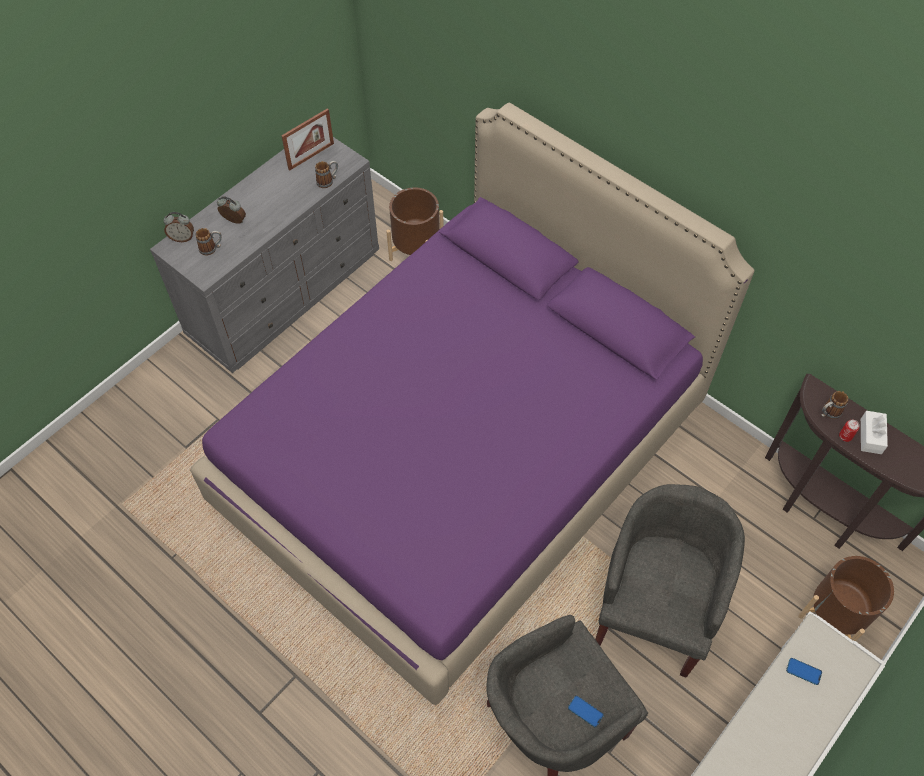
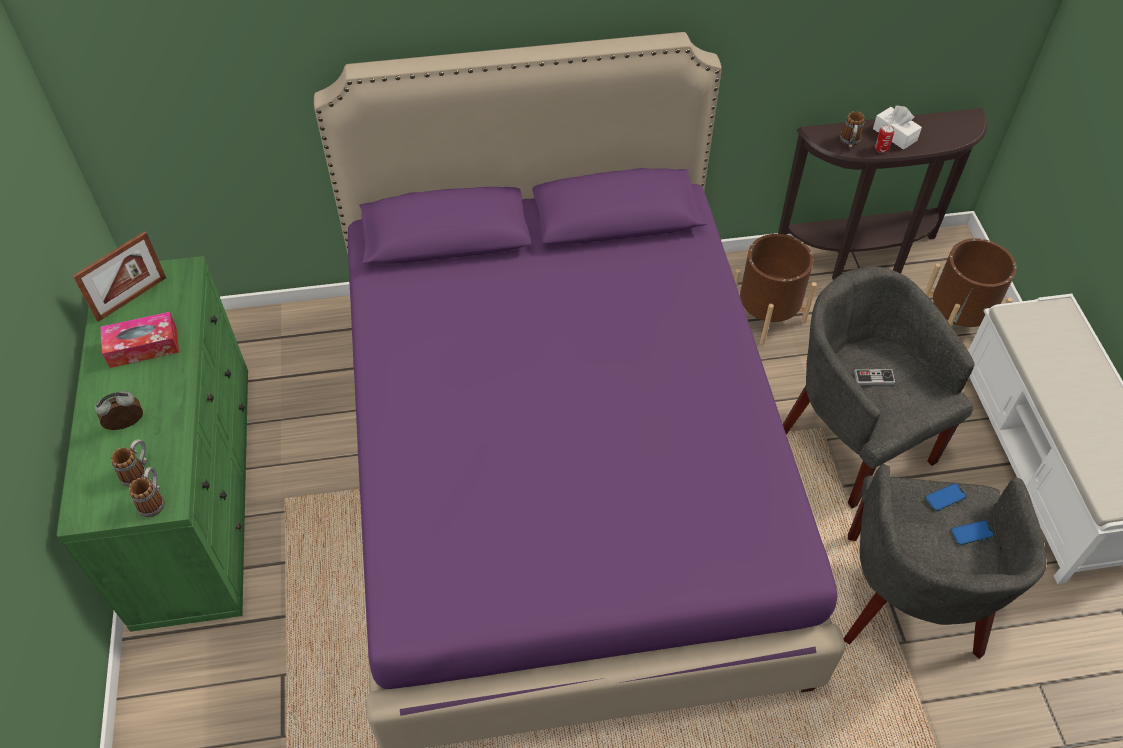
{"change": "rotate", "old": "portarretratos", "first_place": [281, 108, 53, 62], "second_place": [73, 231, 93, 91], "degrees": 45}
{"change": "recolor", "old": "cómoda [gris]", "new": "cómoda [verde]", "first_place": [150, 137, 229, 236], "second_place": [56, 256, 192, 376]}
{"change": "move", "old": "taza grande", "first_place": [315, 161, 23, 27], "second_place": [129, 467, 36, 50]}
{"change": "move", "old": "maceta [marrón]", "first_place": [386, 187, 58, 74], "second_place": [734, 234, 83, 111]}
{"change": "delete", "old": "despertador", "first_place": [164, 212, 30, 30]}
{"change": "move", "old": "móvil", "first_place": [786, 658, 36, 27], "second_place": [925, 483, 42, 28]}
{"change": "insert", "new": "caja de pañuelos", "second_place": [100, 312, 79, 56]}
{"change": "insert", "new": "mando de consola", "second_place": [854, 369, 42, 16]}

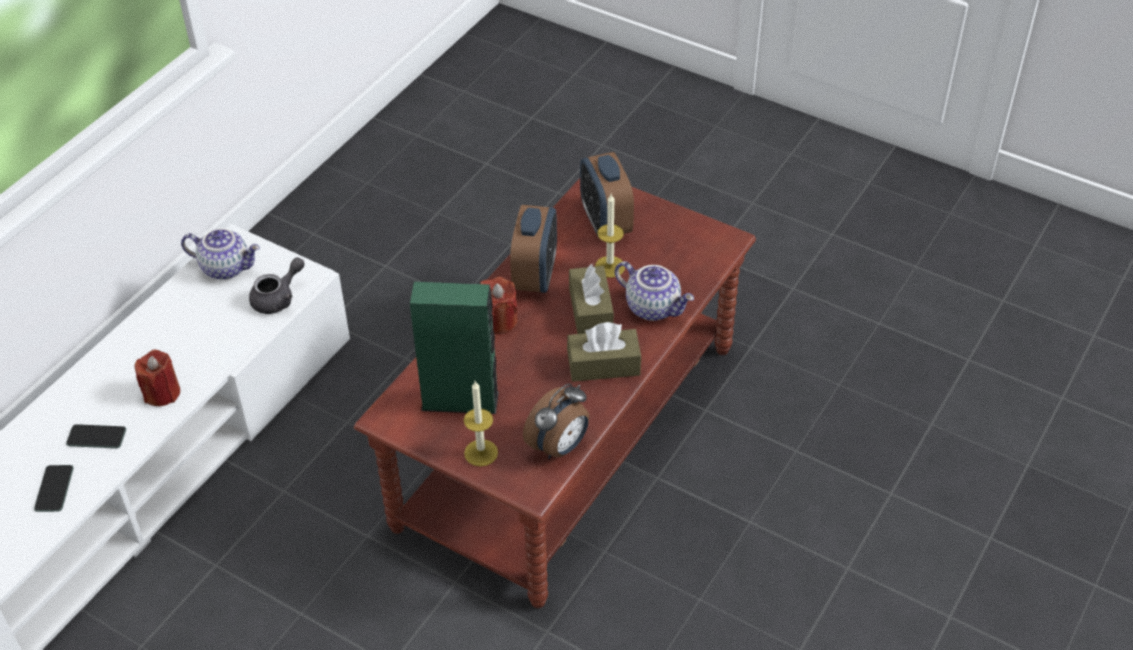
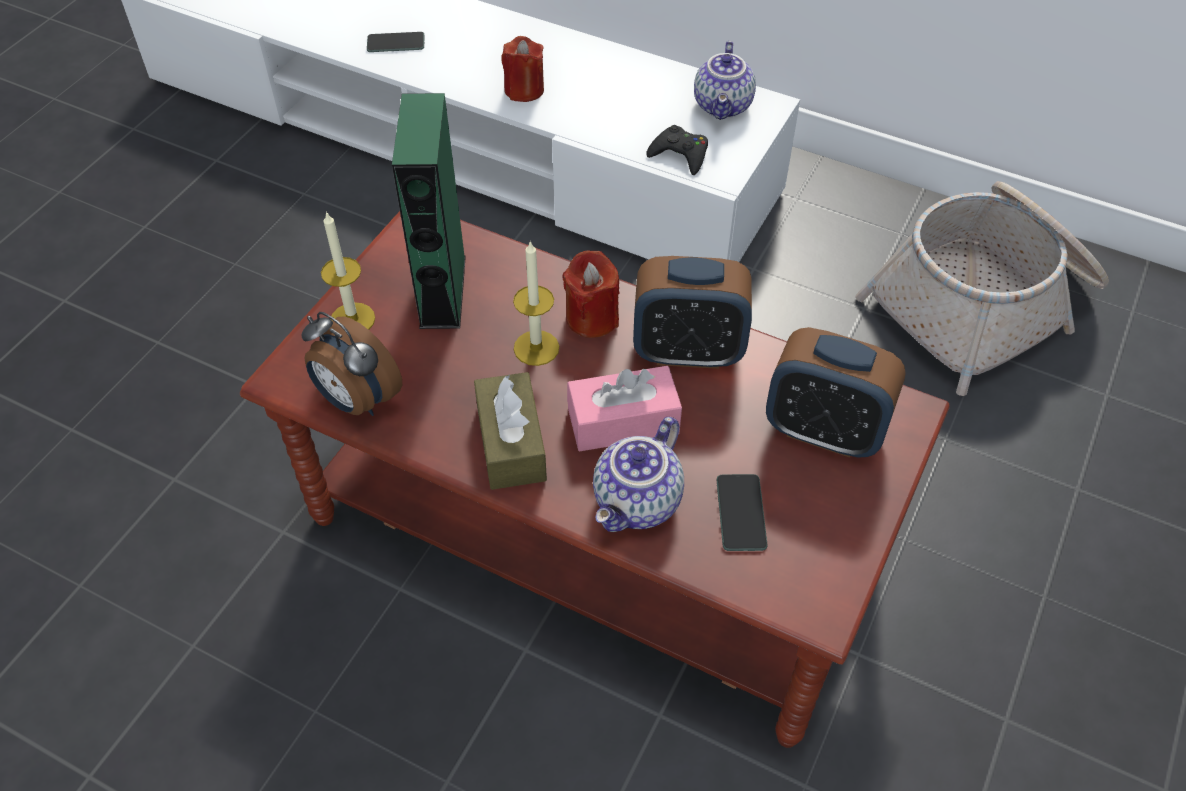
{"change": "rotate", "old": "despertador", "first_place": [580, 152, 54, 84], "second_place": [766, 327, 140, 131], "degrees": -135}
{"change": "move", "old": "vela", "first_place": [595, 194, 30, 84], "second_place": [513, 241, 46, 125]}
{"change": "replace", "old": "tetera [gris]", "new": "mando de consola [negro]", "first_place": [249, 257, 56, 57], "second_place": [647, 125, 61, 50]}
{"change": "recolor", "old": "caja de pañuelos [marrón]", "new": "caja de pañuelos [rosa]", "first_place": [569, 264, 45, 70], "second_place": [567, 366, 115, 85]}
{"change": "move", "old": "móvil", "first_place": [66, 424, 60, 24], "second_place": [717, 474, 50, 77]}
{"change": "insert", "new": "cesta", "second_place": [855, 181, 254, 215]}

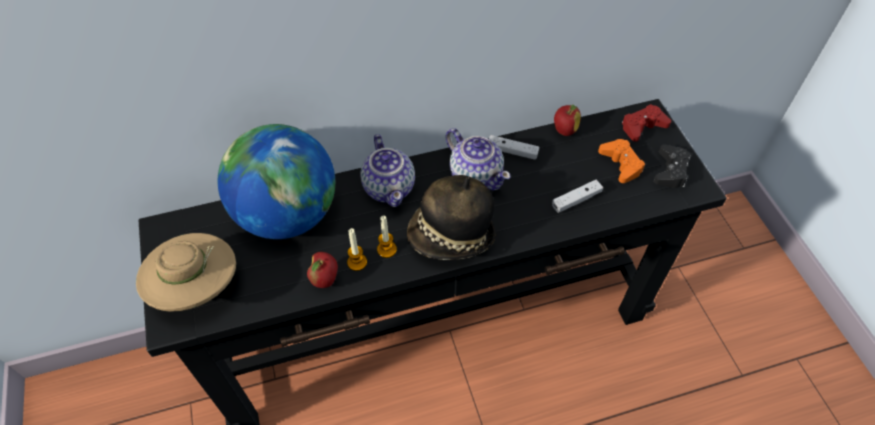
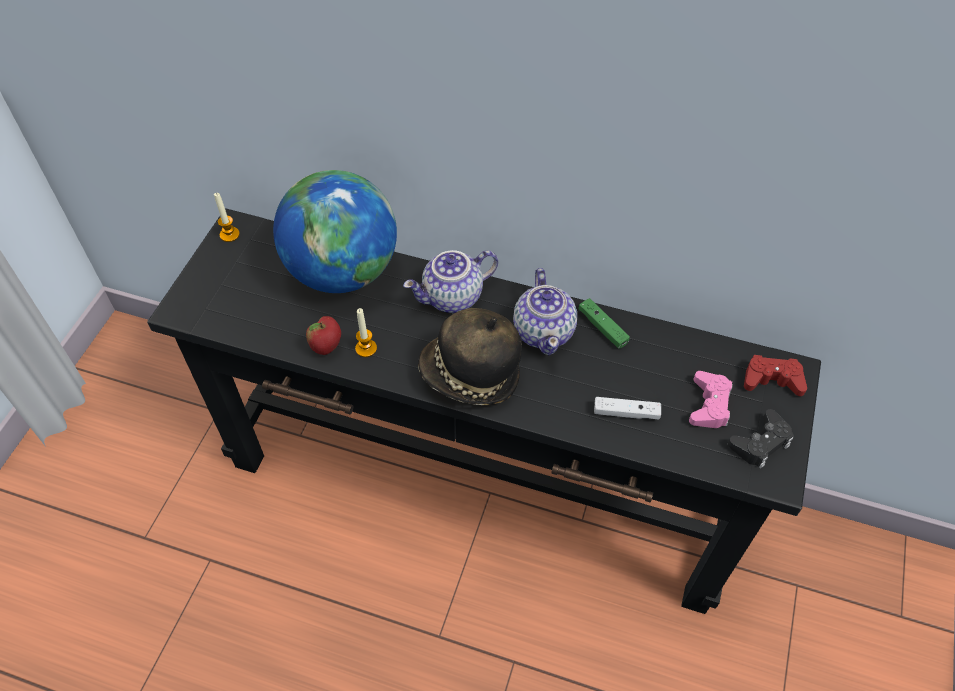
{"change": "delete", "old": "manzana", "first_place": [554, 105, 27, 31]}
{"change": "rotate", "old": "tetera", "first_place": [360, 134, 55, 73], "second_place": [403, 250, 95, 63], "degrees": 45}
{"change": "recolor", "old": "mando de consola [blanco]", "new": "mando de consola [verde]", "first_place": [489, 135, 50, 25], "second_place": [578, 298, 52, 51]}
{"change": "recolor", "old": "mando de consola [naranja]", "new": "mando de consola [rosa]", "first_place": [598, 139, 47, 44], "second_place": [689, 371, 44, 57]}
{"change": "move", "old": "vela", "first_place": [377, 216, 20, 42], "second_place": [214, 193, 26, 49]}
{"change": "delete", "old": "sombrero [beis]", "first_place": [136, 233, 100, 79]}

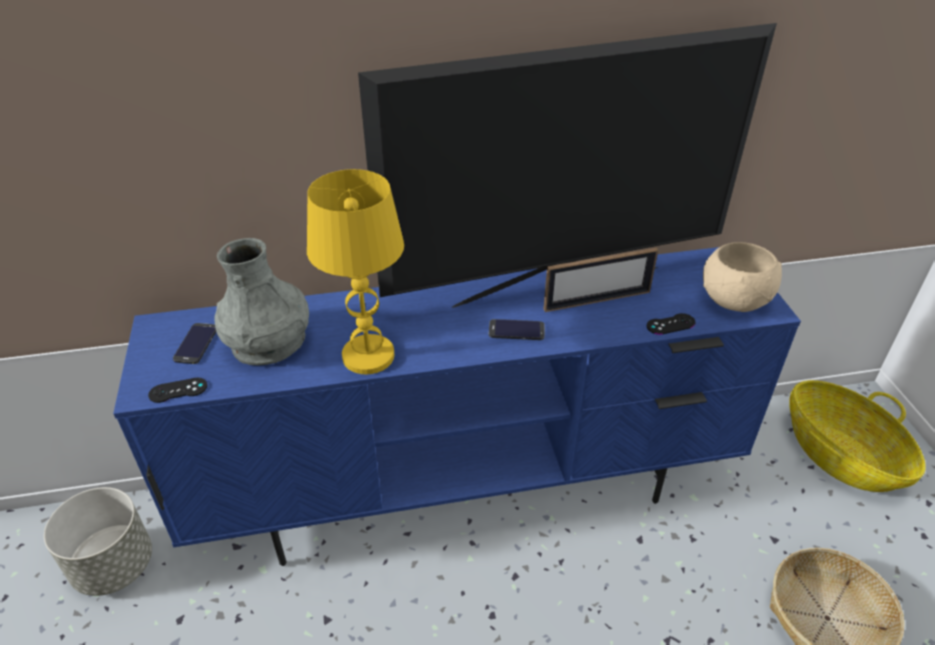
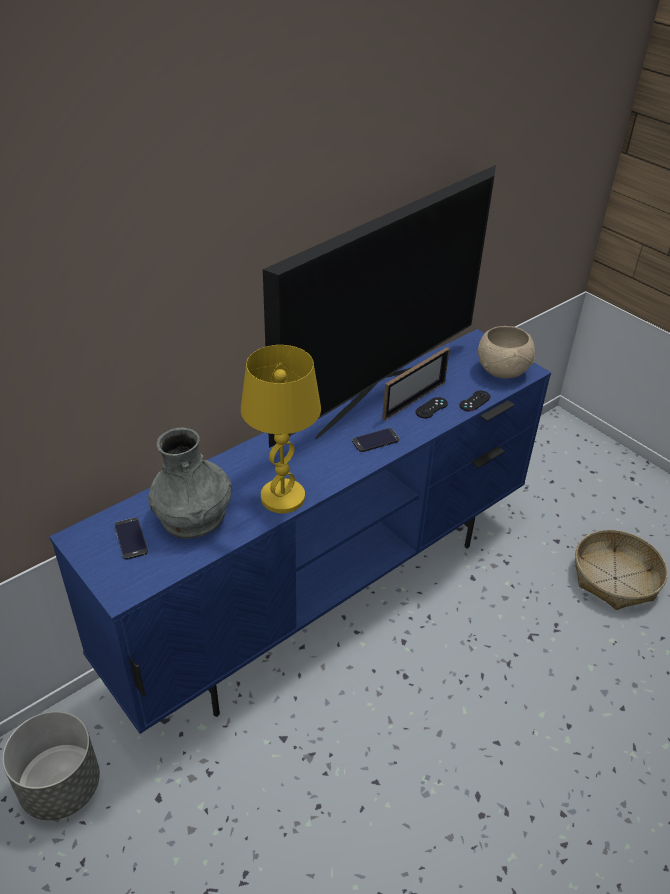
{"change": "move", "old": "mando de consola [negro]", "first_place": [148, 378, 59, 25], "second_place": [415, 397, 33, 21]}
{"change": "delete", "old": "cesta", "first_place": [789, 380, 137, 112]}

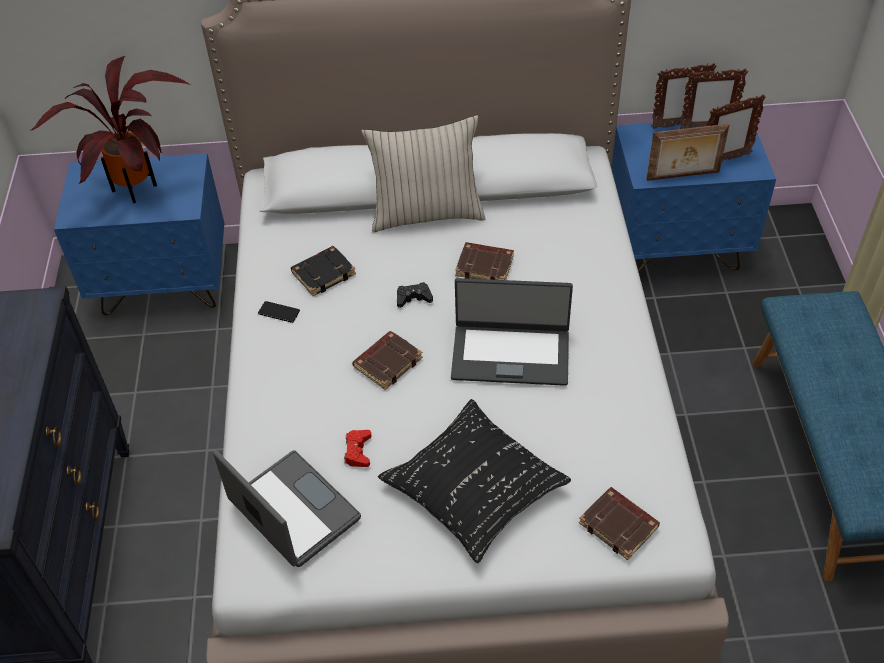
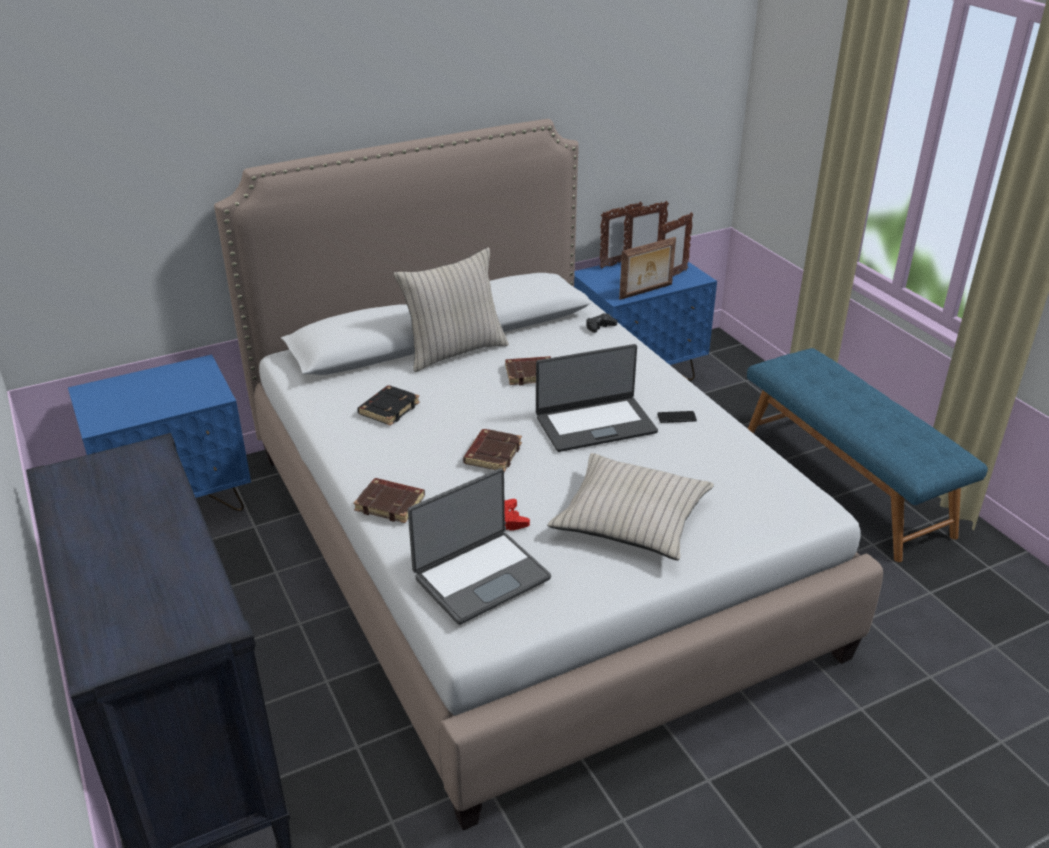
{"change": "delete", "old": "planta en maceta", "first_place": [30, 56, 160, 147]}
{"change": "move", "old": "mando de consola [negro]", "first_place": [397, 282, 36, 26], "second_place": [586, 313, 31, 20]}
{"change": "move", "old": "móvil", "first_place": [258, 301, 42, 22], "second_place": [657, 411, 40, 12]}
{"change": "recolor", "old": "cojín [negro]", "new": "cojín [beis]", "first_place": [378, 399, 193, 164], "second_place": [547, 453, 167, 107]}
{"change": "rotate", "old": "portátil", "first_place": [213, 450, 148, 117], "second_place": [408, 468, 143, 157], "degrees": 120}
{"change": "move", "old": "libro [marrón]", "first_place": [579, 487, 81, 73], "second_place": [353, 478, 72, 45]}

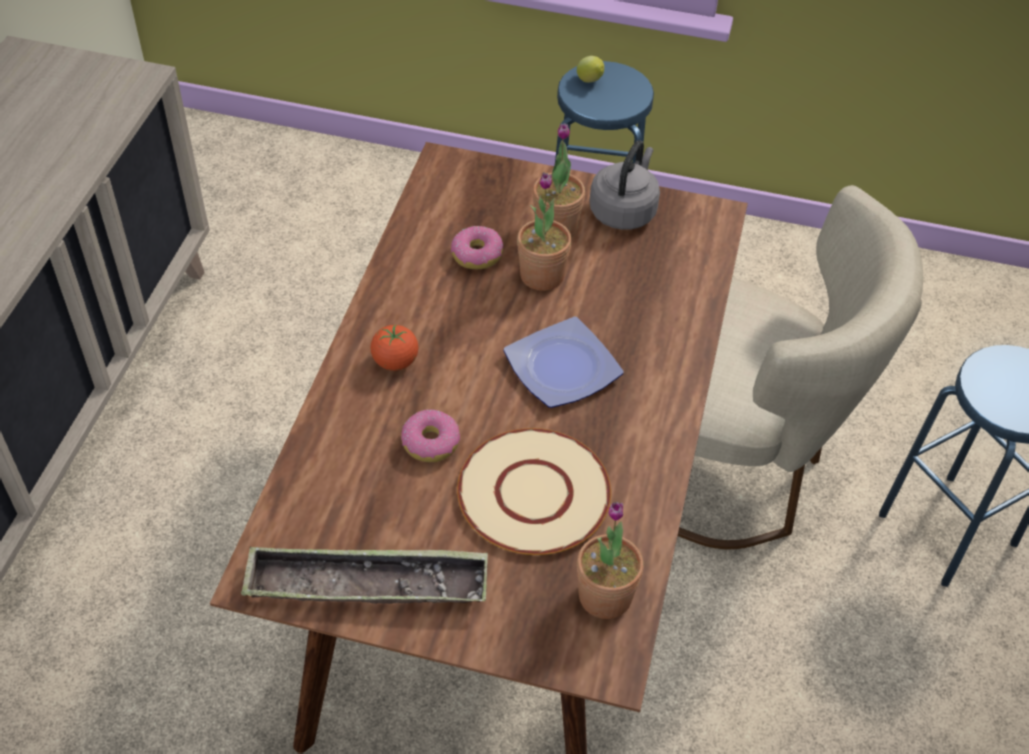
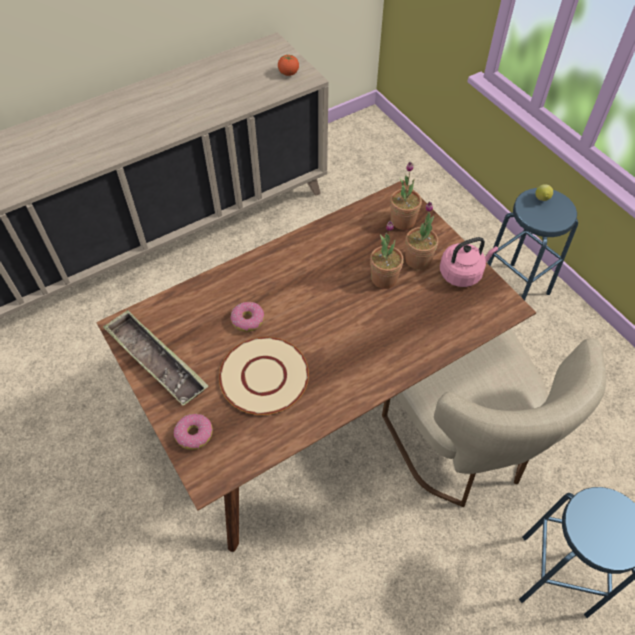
{"change": "recolor", "old": "hervidor [gris]", "new": "hervidor [rosa]", "first_place": [589, 140, 71, 90], "second_place": [440, 237, 58, 50]}
{"change": "move", "old": "rosquilla", "first_place": [451, 226, 52, 43], "second_place": [174, 414, 39, 36]}
{"change": "delete", "old": "plato", "first_place": [503, 316, 121, 92]}
{"change": "move", "old": "tomate", "first_place": [371, 325, 47, 46], "second_place": [278, 55, 21, 21]}
{"change": "move", "old": "planta en maceta", "first_place": [577, 502, 67, 117], "second_place": [390, 162, 32, 68]}

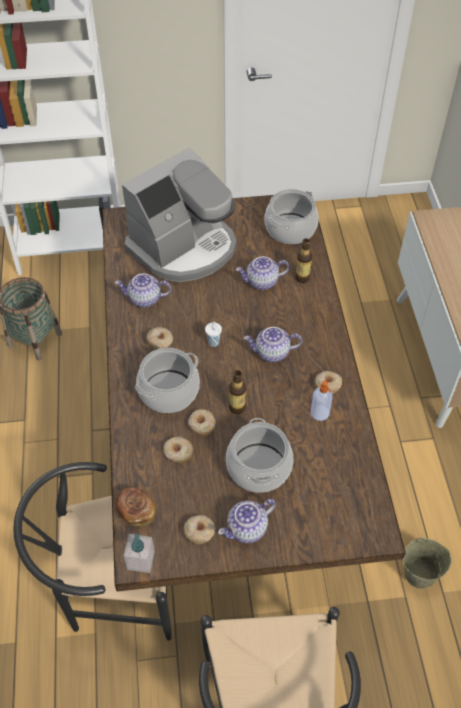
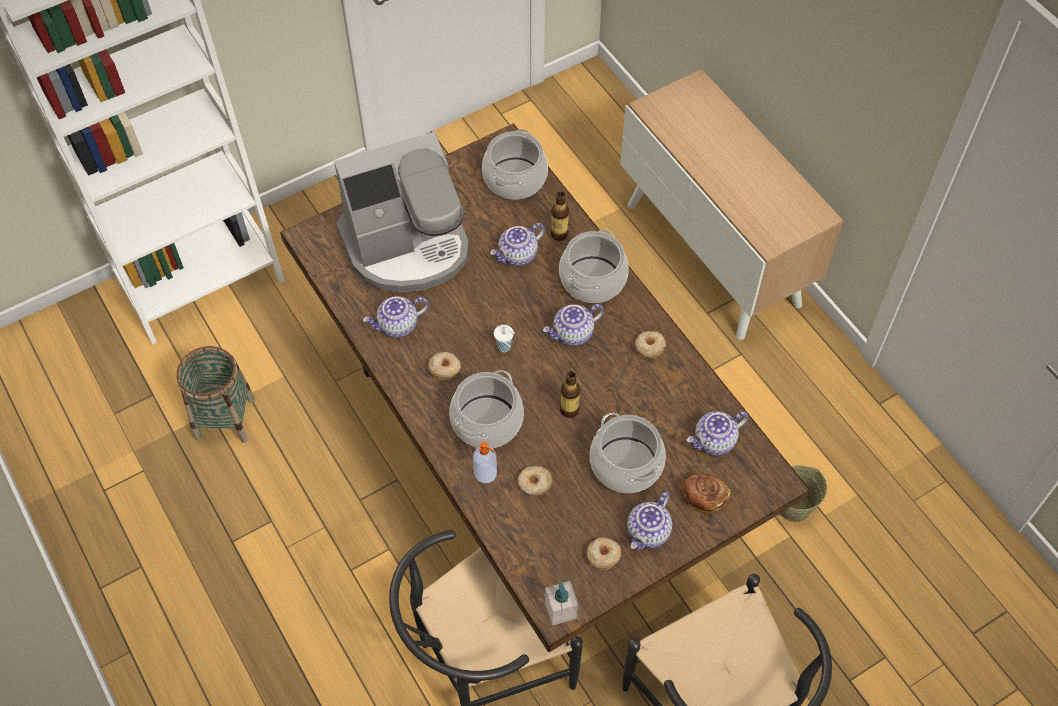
{"change": "rotate", "old": "cafetera", "first_place": [122, 147, 115, 135], "second_place": [334, 132, 135, 160], "degrees": 45}
{"change": "move", "old": "dispensador de jabón", "first_place": [311, 381, 22, 40], "second_place": [473, 441, 24, 42]}
{"change": "delete", "old": "rosquilla", "first_place": [188, 409, 28, 27]}
{"change": "move", "old": "pan", "first_place": [115, 487, 41, 40], "second_place": [683, 474, 48, 40]}
{"change": "insert", "new": "olla", "second_place": [559, 229, 70, 74]}
{"change": "insert", "new": "tetera", "second_place": [687, 411, 62, 45]}

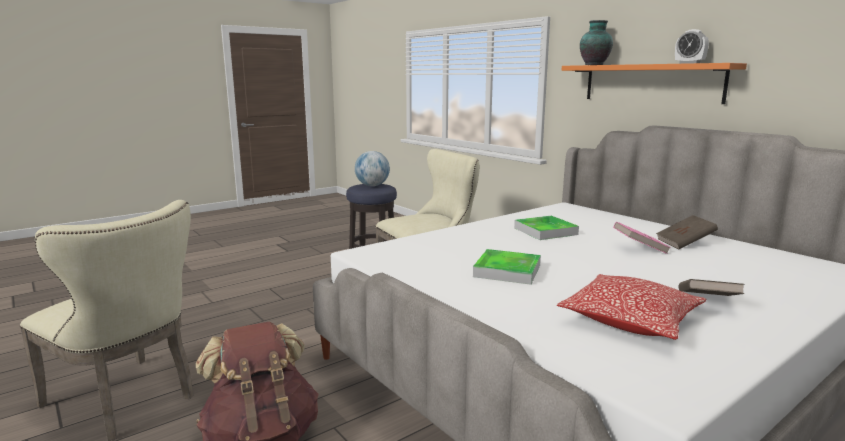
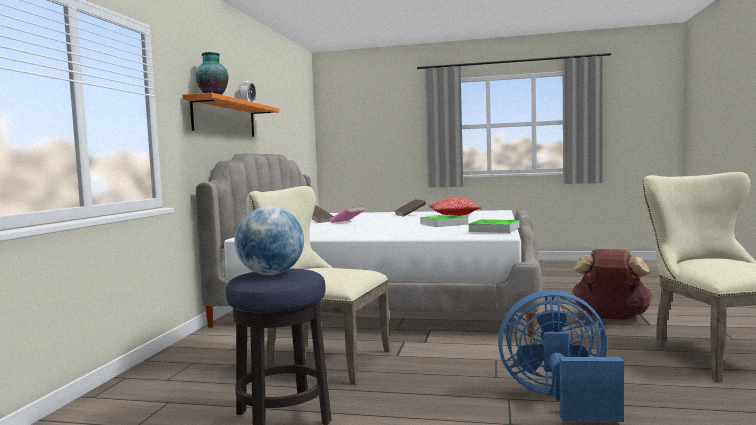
{"change": "move", "old": "bandeja", "first_place": [514, 215, 65, 25], "second_place": [469, 219, 50, 14]}
{"change": "insert", "new": "ventilador [azul]", "second_place": [498, 290, 126, 132]}

